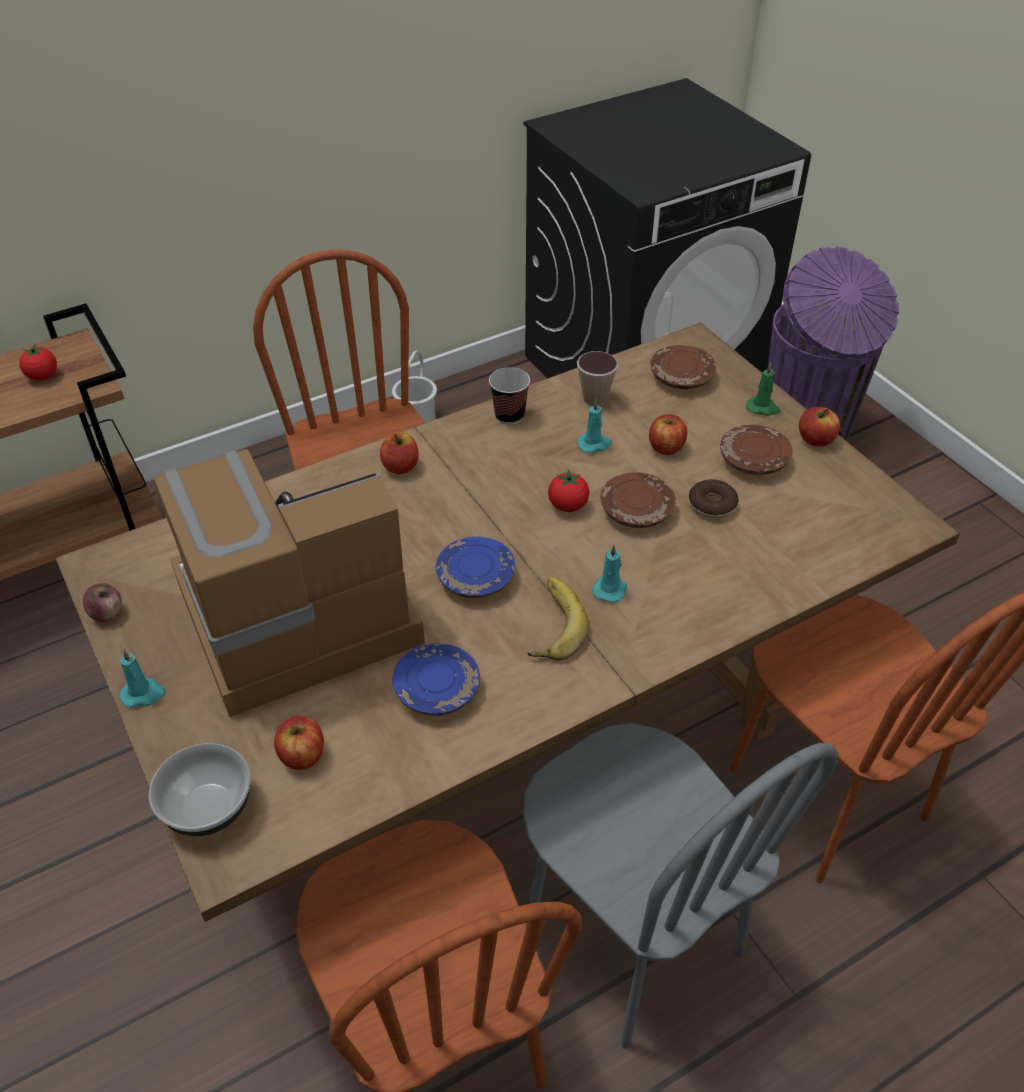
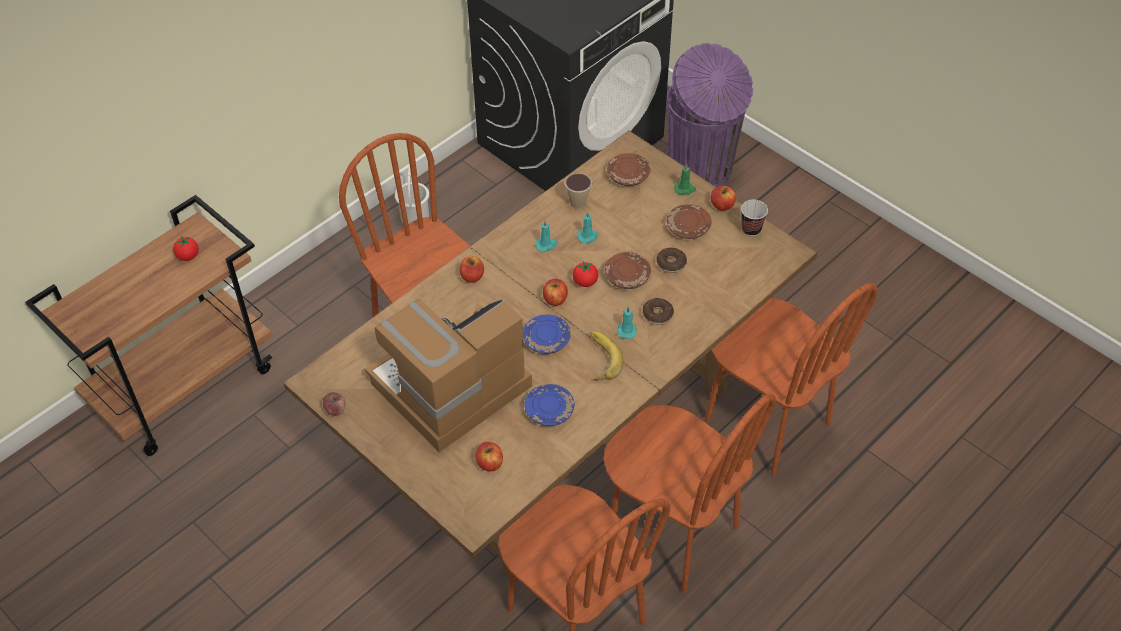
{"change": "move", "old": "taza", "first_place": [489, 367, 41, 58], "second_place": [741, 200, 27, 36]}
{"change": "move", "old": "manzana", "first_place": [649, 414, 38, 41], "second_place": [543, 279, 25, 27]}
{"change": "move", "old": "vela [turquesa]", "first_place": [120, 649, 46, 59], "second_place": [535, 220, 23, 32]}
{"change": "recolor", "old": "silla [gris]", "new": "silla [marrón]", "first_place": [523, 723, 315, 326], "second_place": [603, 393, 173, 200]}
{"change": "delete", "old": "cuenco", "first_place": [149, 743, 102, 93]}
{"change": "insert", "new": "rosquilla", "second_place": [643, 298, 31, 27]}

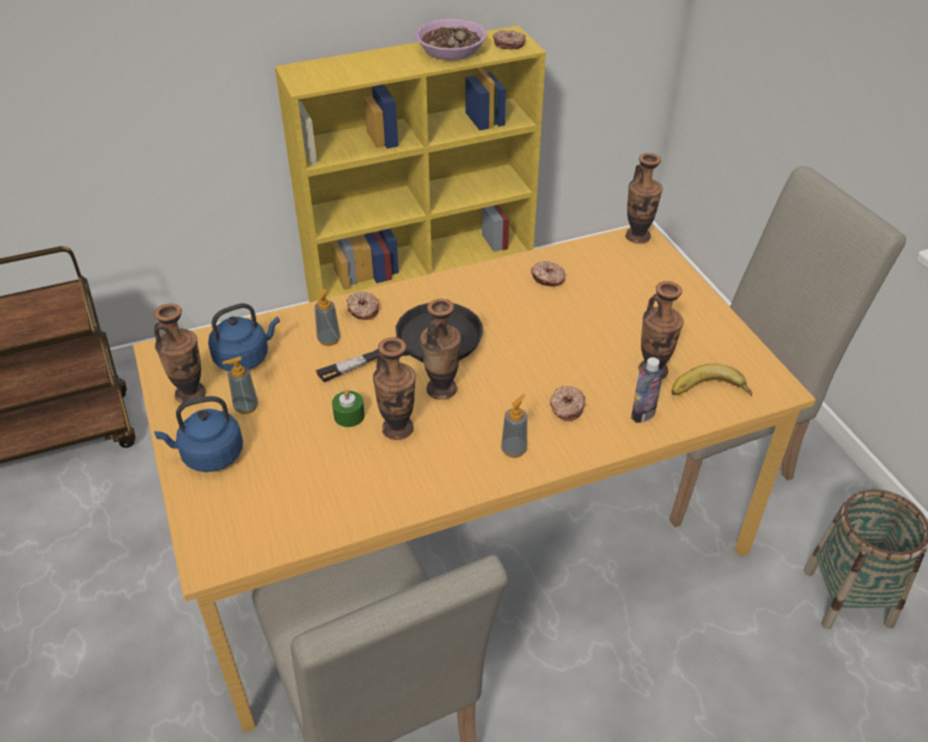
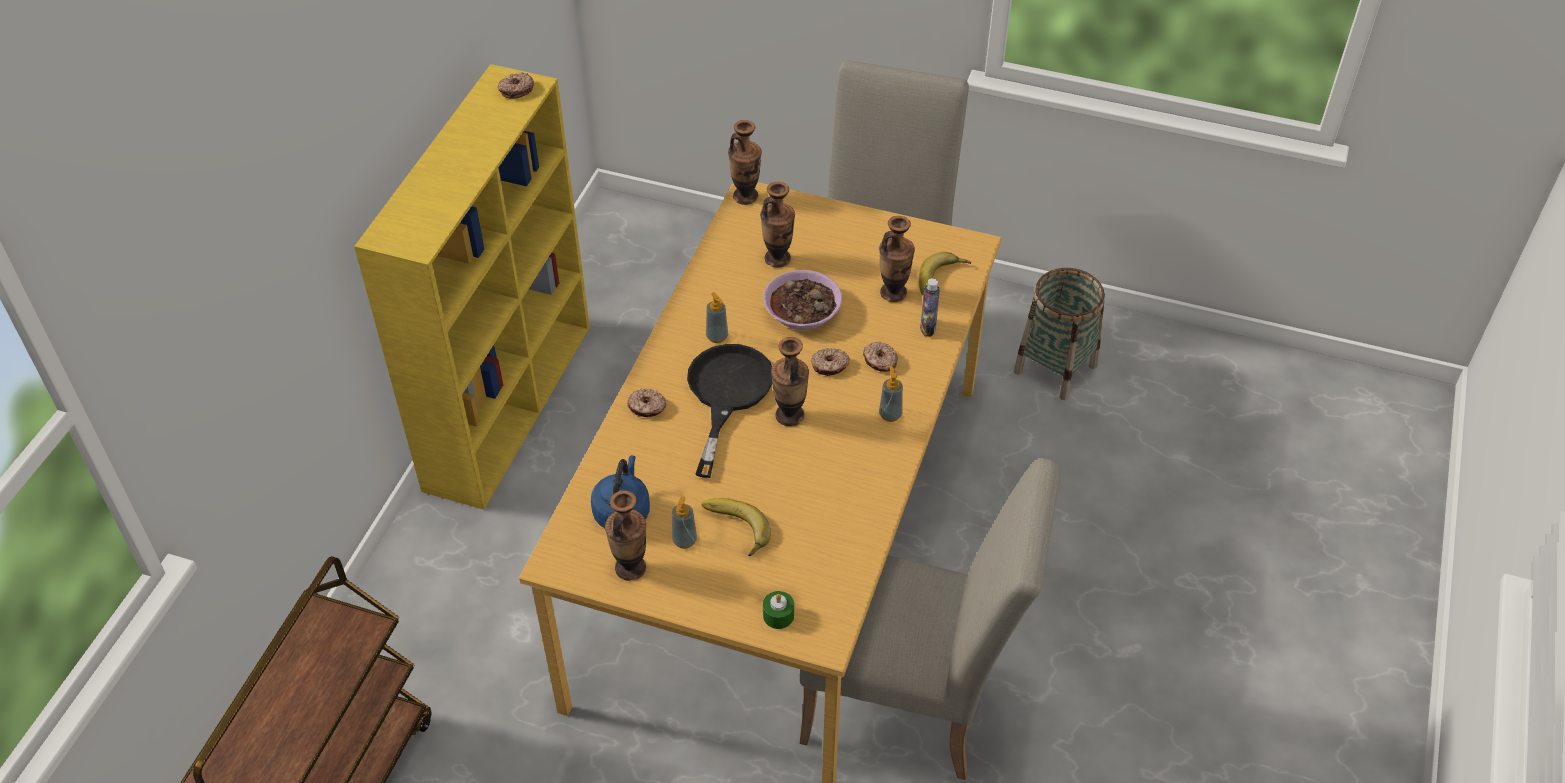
{"change": "move", "old": "cuenco", "first_place": [415, 19, 72, 41], "second_place": [763, 270, 79, 60]}
{"change": "move", "old": "rosquilla", "first_place": [531, 261, 35, 25], "second_place": [811, 348, 39, 28]}
{"change": "move", "old": "dispensador de jabón", "first_place": [315, 289, 25, 57], "second_place": [706, 292, 22, 51]}
{"change": "move", "old": "florero", "first_place": [373, 337, 43, 103], "second_place": [760, 182, 35, 86]}
{"change": "move", "old": "vela [verde]", "first_place": [332, 389, 33, 38], "second_place": [763, 591, 31, 38]}
{"change": "delete", "old": "hervidor [azul]", "first_place": [154, 396, 89, 76]}
{"change": "insert", "new": "plátano", "second_place": [702, 498, 69, 58]}

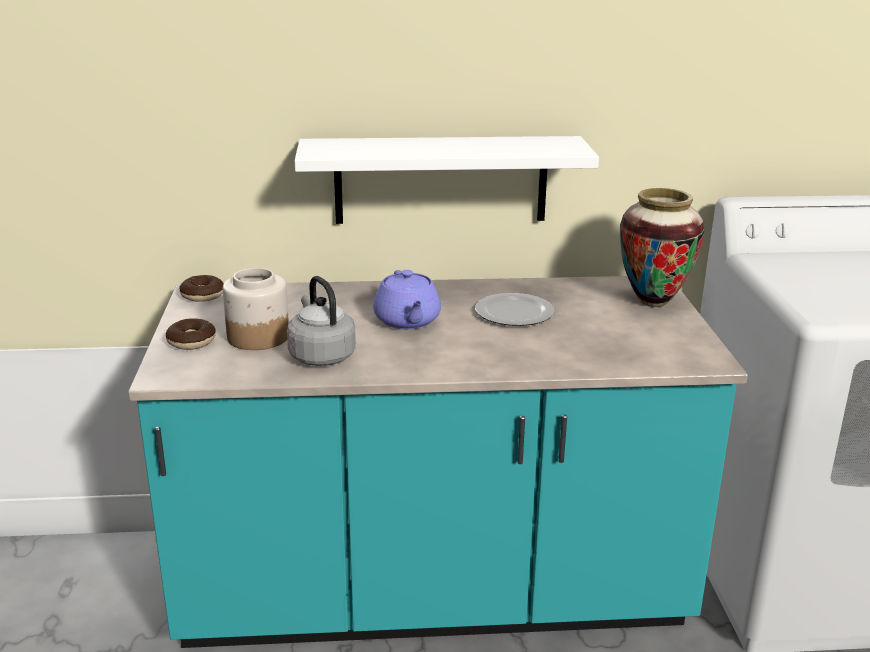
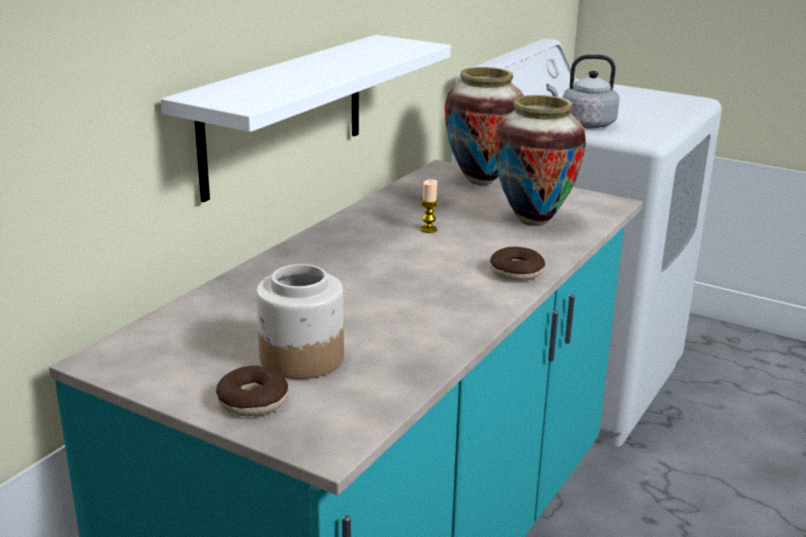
{"change": "delete", "old": "tetera [morado]", "first_place": [373, 270, 68, 59]}
{"change": "move", "old": "rosquilla", "first_place": [179, 275, 45, 27], "second_place": [490, 247, 55, 34]}
{"change": "move", "old": "hervidor [gris]", "first_place": [287, 276, 69, 90], "second_place": [546, 54, 73, 74]}
{"change": "replace", "old": "plato", "new": "vela", "first_place": [475, 293, 79, 33], "second_place": [420, 179, 18, 54]}
{"change": "insert", "new": "florero", "second_place": [495, 95, 91, 131]}

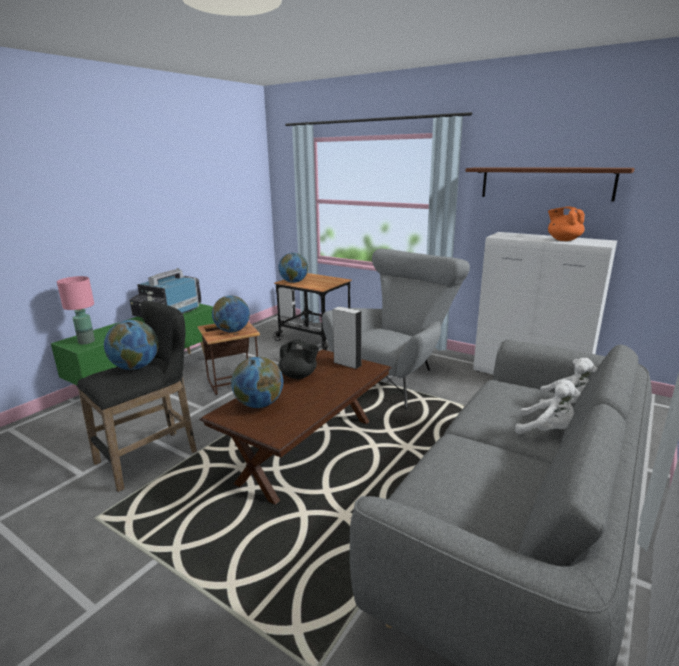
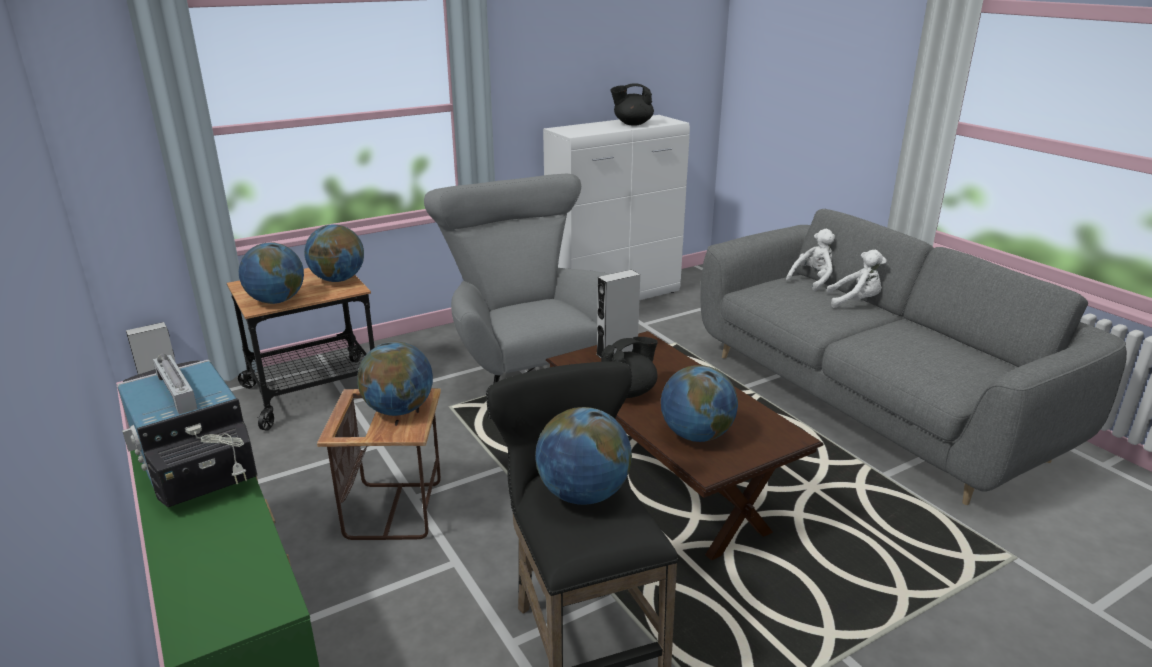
{"change": "delete", "old": "estante [marrón]", "first_place": [465, 167, 170, 34]}
{"change": "recolor", "old": "tetera [naranja]", "new": "tetera [negro]", "first_place": [548, 207, 37, 34], "second_place": [611, 84, 43, 42]}
{"change": "delete", "old": "lámpara de mesa [rosa]", "first_place": [57, 276, 38, 68]}
{"change": "rotate", "old": "peluche [blanco]", "first_place": [515, 380, 65, 54], "second_place": [826, 250, 61, 58], "degrees": 45}
{"change": "insert", "new": "globo terráqueo", "second_place": [304, 224, 60, 58]}

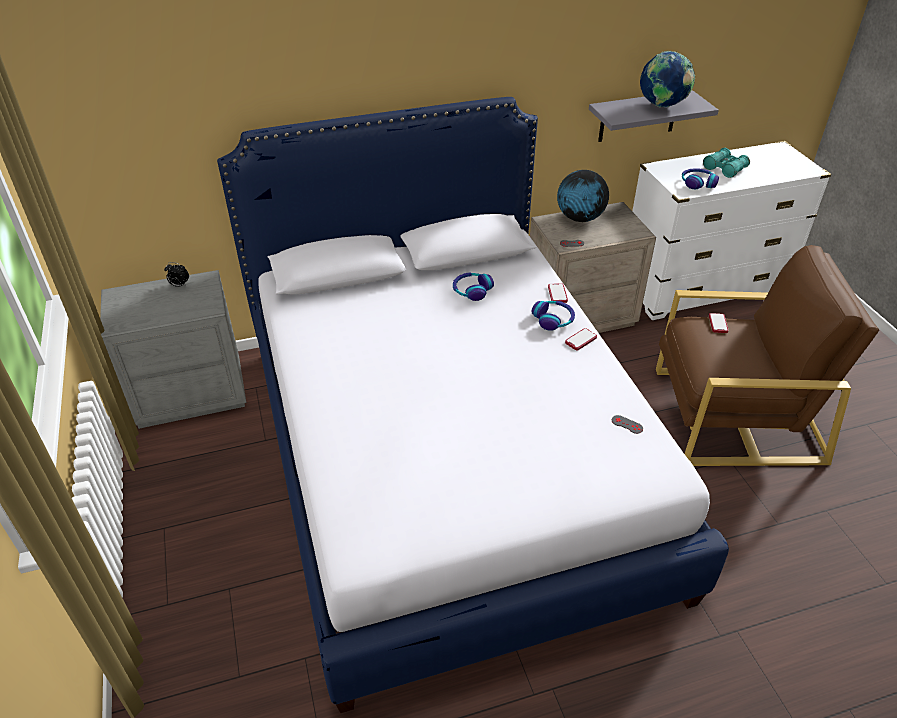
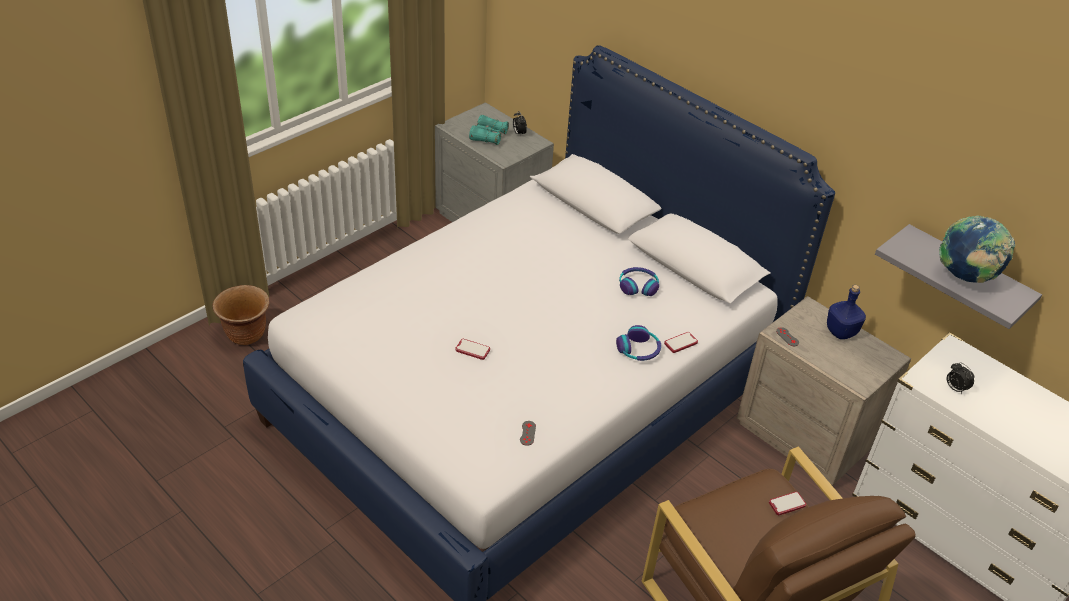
{"change": "move", "old": "prismáticos [turquesa]", "first_place": [703, 148, 47, 30], "second_place": [469, 115, 40, 30]}
{"change": "replace", "old": "auriculares", "new": "despertador", "first_place": [682, 168, 37, 21], "second_place": [947, 362, 27, 32]}
{"change": "replace", "old": "globo terráqueo", "new": "botella [azul]", "first_place": [557, 170, 52, 52], "second_place": [827, 285, 39, 54]}
{"change": "move", "old": "móvil", "first_place": [565, 328, 32, 23], "second_place": [455, 339, 35, 21]}
{"change": "insert", "new": "maceta [marrón]", "second_place": [212, 285, 57, 60]}

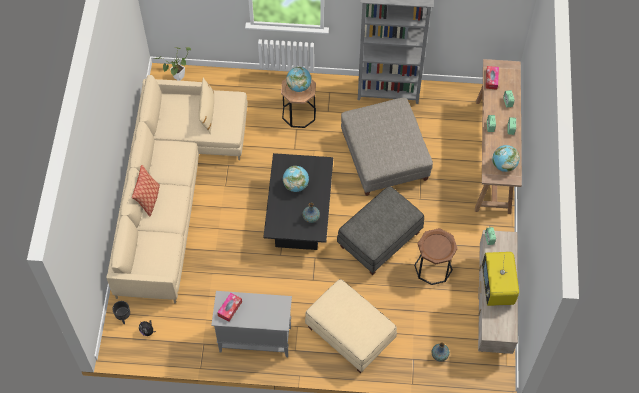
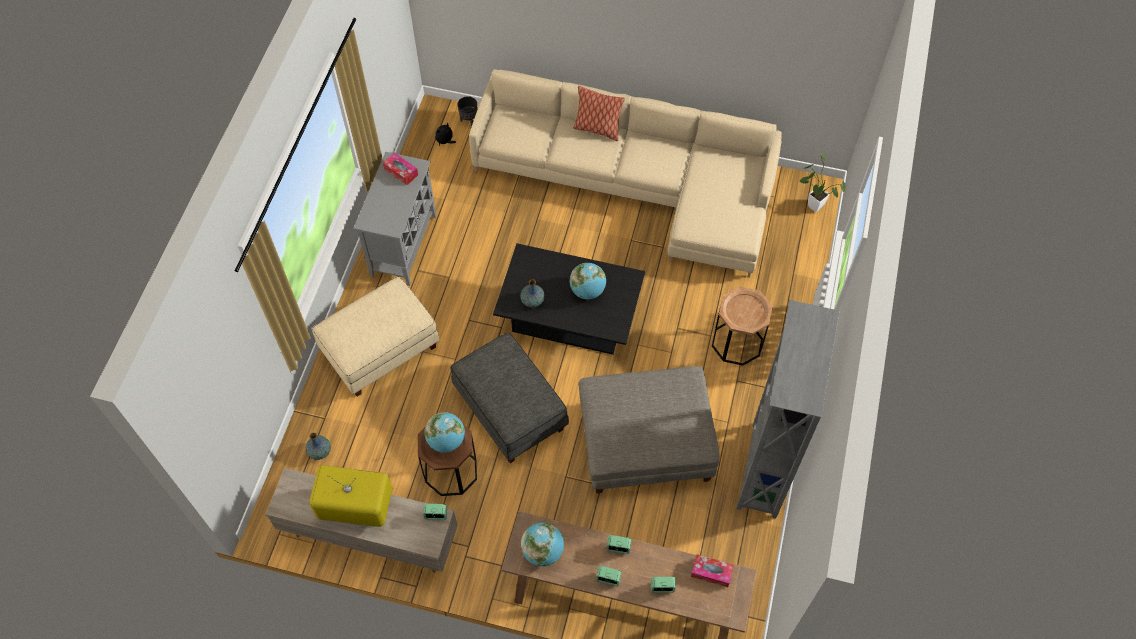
{"change": "move", "old": "globo terráqueo", "first_place": [286, 67, 25, 25], "second_place": [425, 412, 40, 41]}
{"change": "delete", "old": "cojín [beis]", "first_place": [198, 77, 16, 57]}

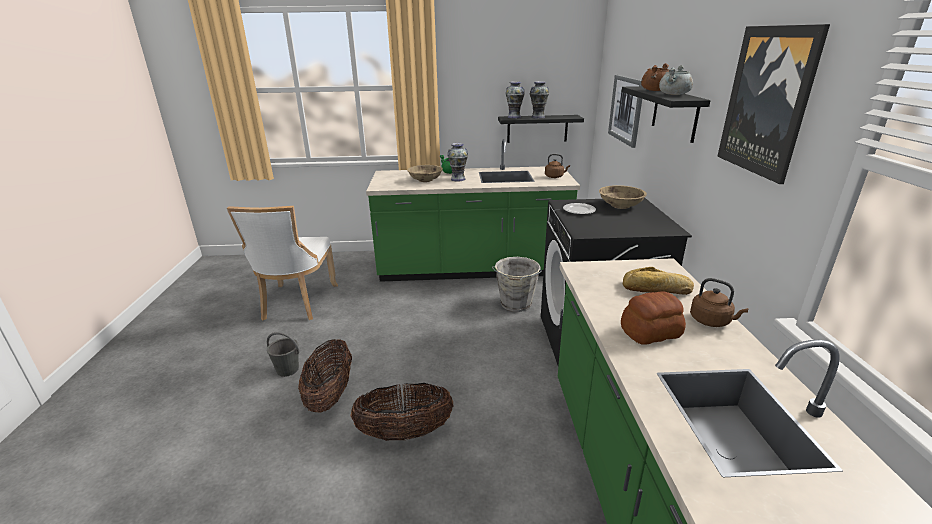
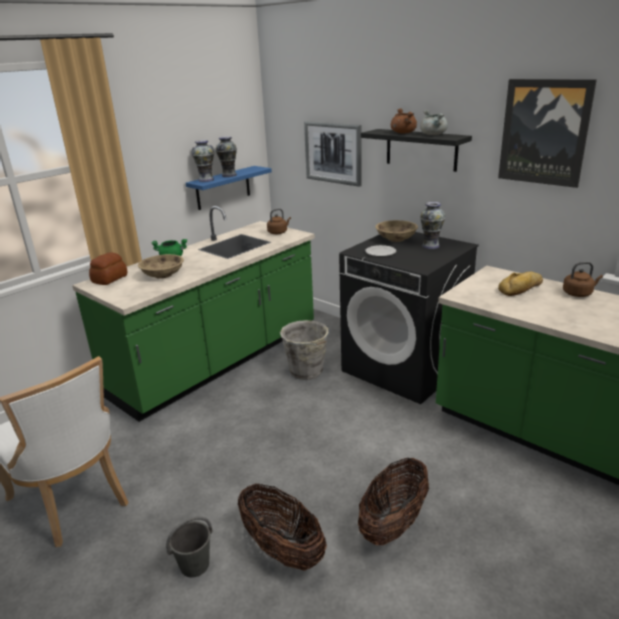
{"change": "recolor", "old": "estante [negro]", "new": "estante [azul]", "first_place": [498, 115, 86, 28], "second_place": [186, 166, 86, 44]}
{"change": "move", "old": "florero", "first_place": [448, 143, 20, 39], "second_place": [420, 202, 26, 47]}
{"change": "move", "old": "pan", "first_place": [621, 291, 65, 54], "second_place": [89, 252, 39, 33]}

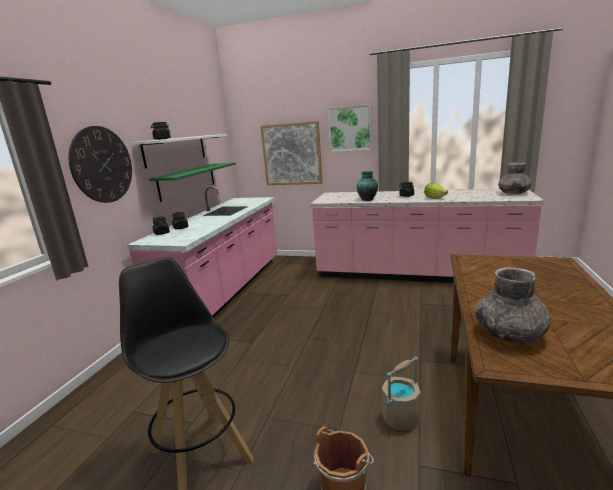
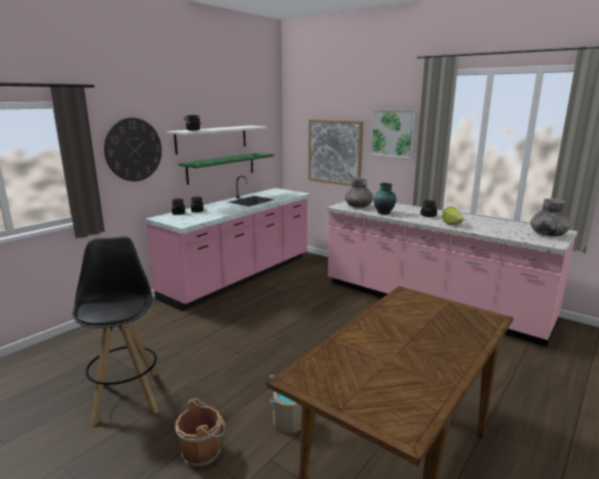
{"change": "move", "old": "florero [gris]", "first_place": [475, 267, 76, 76], "second_place": [345, 177, 28, 31]}

